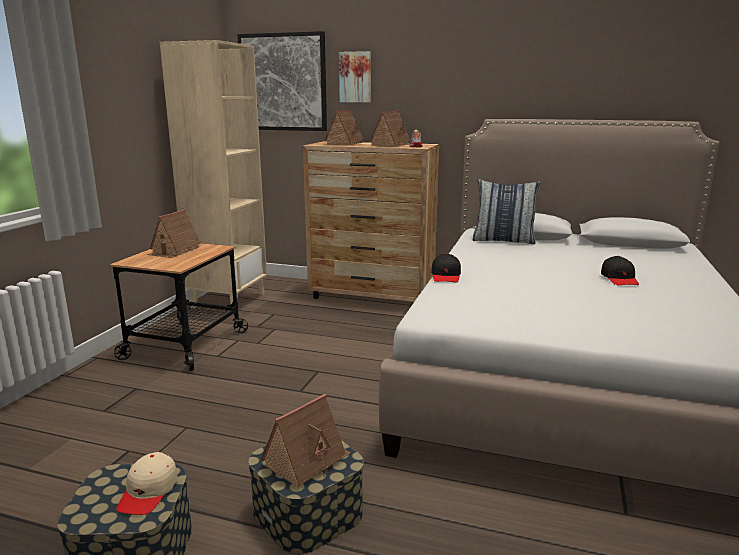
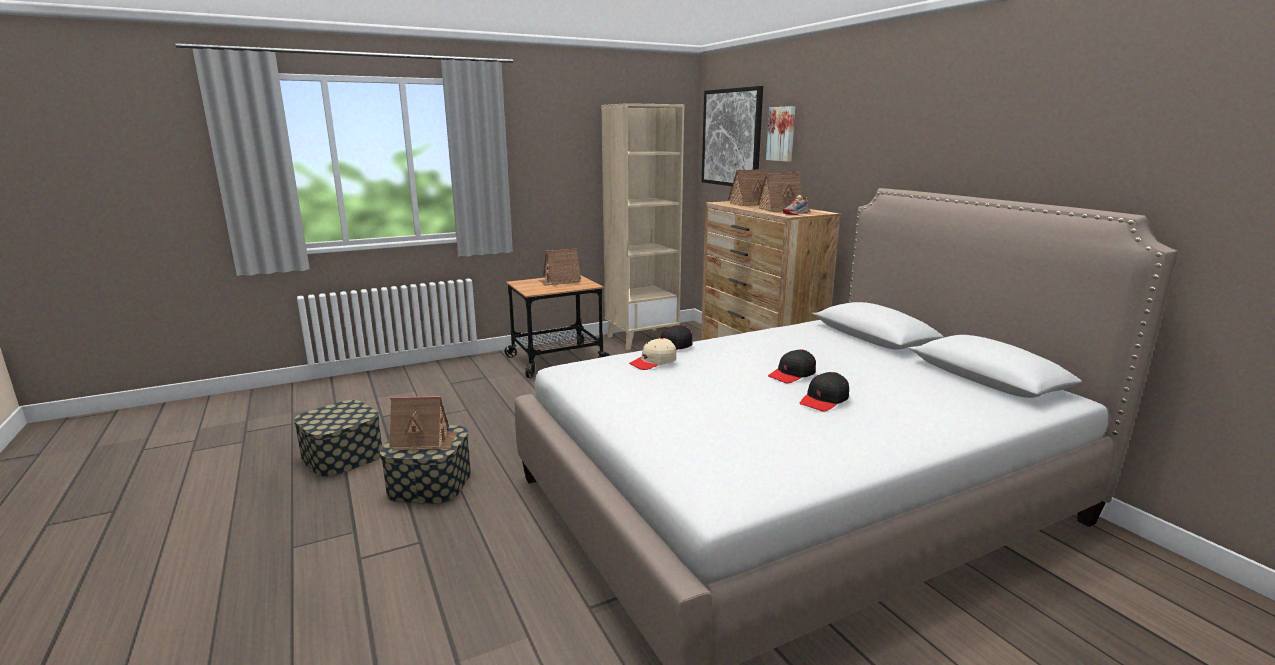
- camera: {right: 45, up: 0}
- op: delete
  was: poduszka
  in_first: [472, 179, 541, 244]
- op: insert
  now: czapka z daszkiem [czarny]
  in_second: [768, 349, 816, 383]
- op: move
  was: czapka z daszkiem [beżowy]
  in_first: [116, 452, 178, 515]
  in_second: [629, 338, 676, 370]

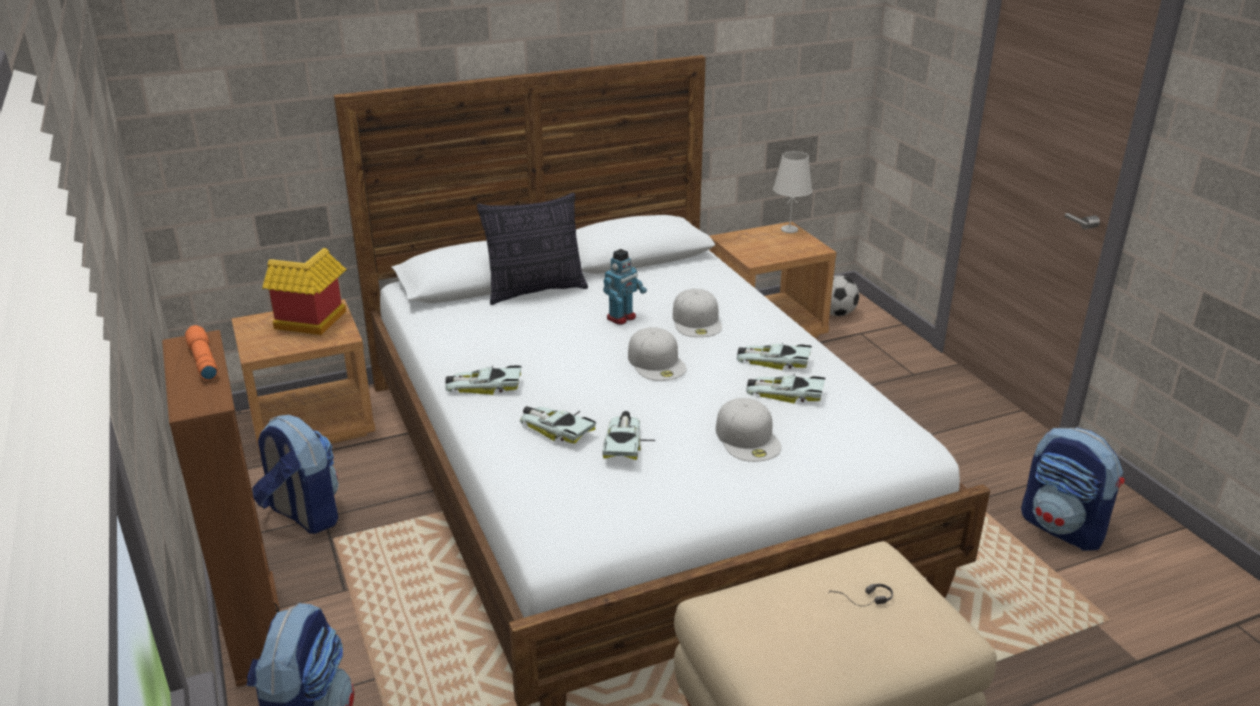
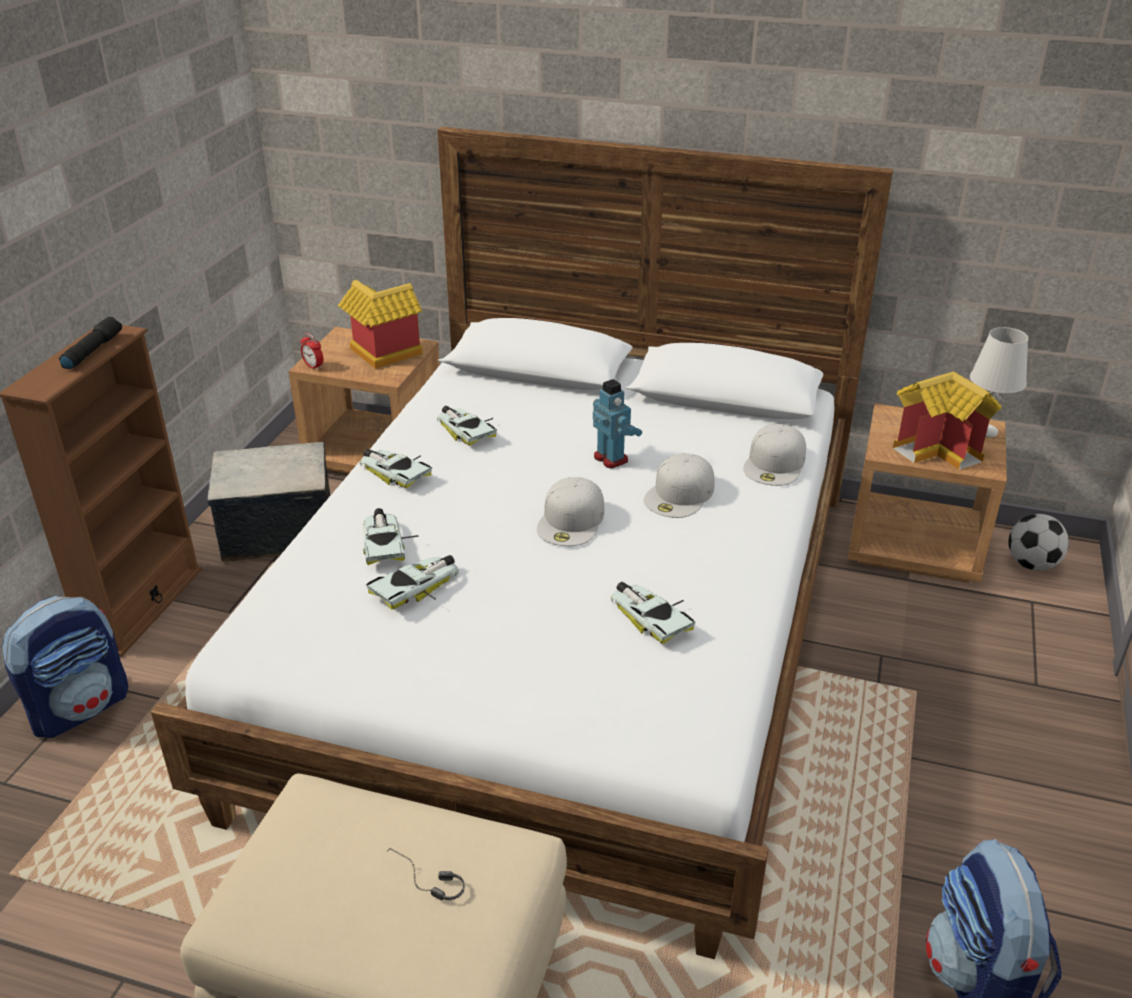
- camera: {right: 40, up: 5}
- op: delete
  was: poduszka
  in_first: [477, 193, 588, 305]
- op: insert
  now: budzik
  in_second: [300, 333, 323, 370]
- op: insert
  now: domek
  in_second: [893, 371, 1001, 470]
- op: move
  was: czapka z daszkiem [biały]
  in_first: [716, 398, 781, 462]
  in_second: [743, 424, 806, 486]
- op: move
  was: samochodzik
  in_first: [737, 343, 812, 370]
  in_second: [437, 406, 497, 446]
- op: replace
  was: plecak
  now: pojemnik do przechowywania
  in_first: [252, 415, 338, 534]
  in_second: [207, 442, 331, 562]
- op: recolor
  was: latarka [pomarańczowy]
  now: latarka [czarny]
  in_first: [185, 325, 218, 380]
  in_second: [59, 317, 122, 369]
- op: rotate
  was: robot zabawkowy
  in_first: [603, 249, 647, 325]
  in_second: [593, 379, 642, 469]
  clockwise: -120

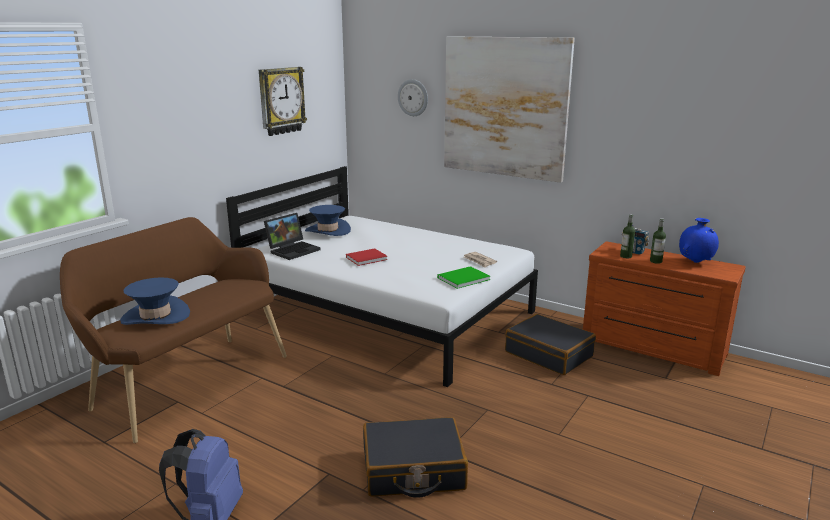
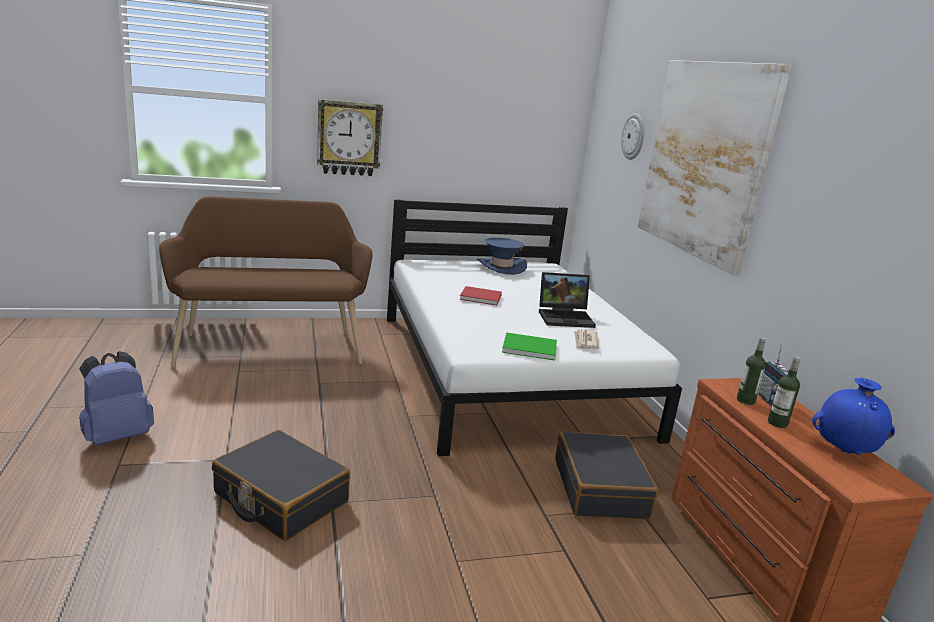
- camera: {right: 40, up: 0}
- op: delete
  was: kapelusz [niebieski]
  in_first: [120, 277, 190, 325]
- op: move
  was: zegar ścienny
  in_first: [259, 67, 307, 136]
  in_second: [317, 99, 383, 176]
- op: move
  was: laptop
  in_first: [264, 213, 321, 260]
  in_second: [539, 272, 596, 328]

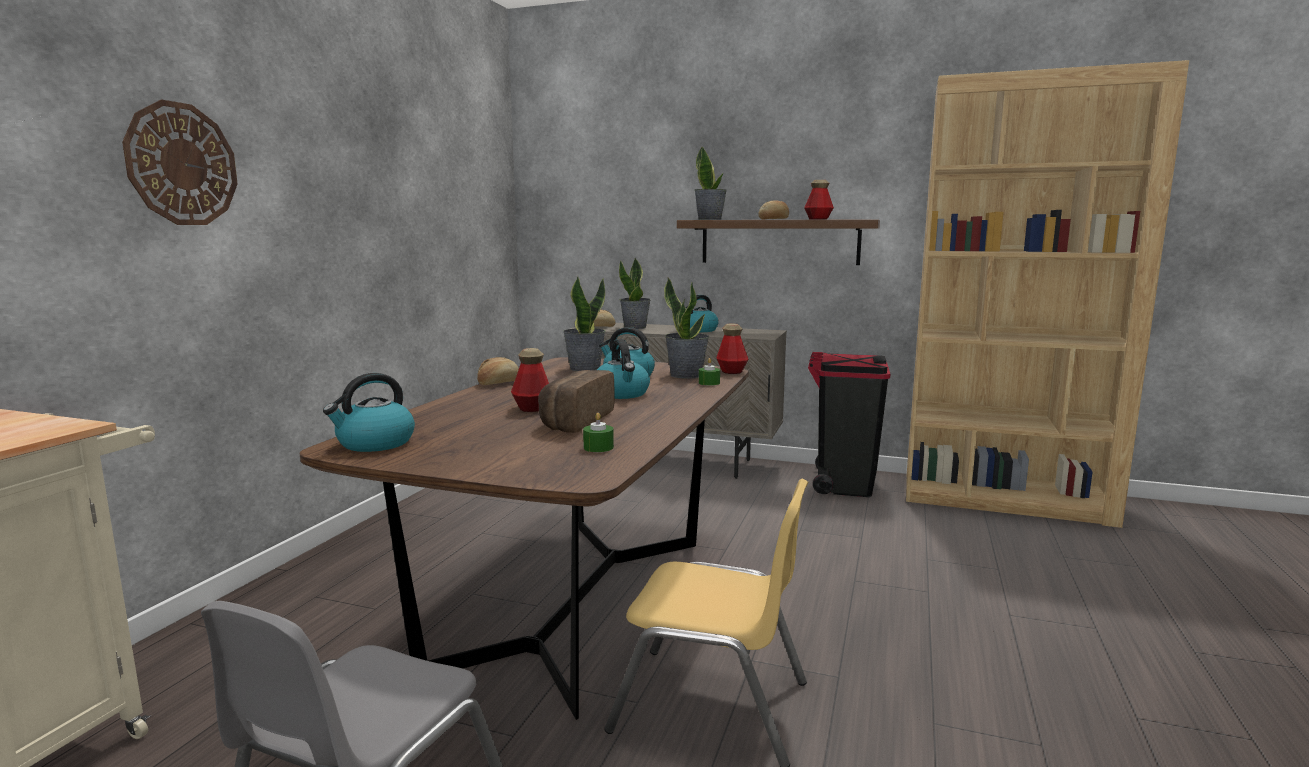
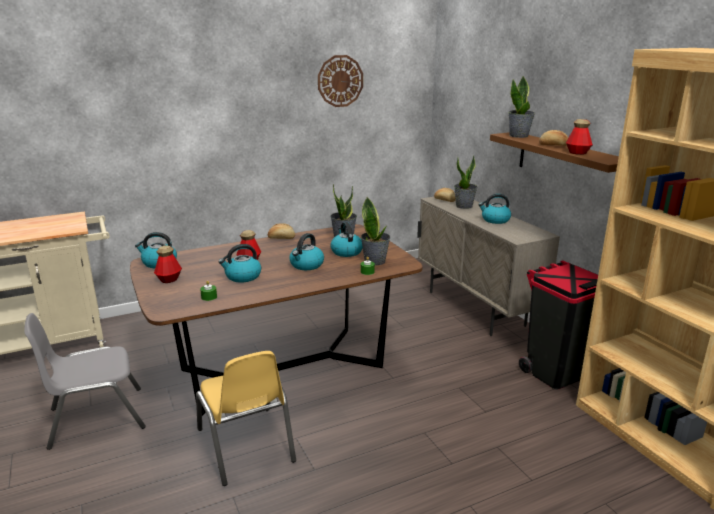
- camera: {right: 45, up: 10}
- op: move
  was: zegar ścienny
  in_first: [122, 100, 238, 225]
  in_second: [318, 55, 363, 107]
- op: move
  was: butelka
  in_first: [716, 323, 748, 374]
  in_second: [154, 246, 182, 283]
- op: replace
  was: chleb
  now: czajnik
  in_first: [538, 370, 615, 433]
  in_second: [218, 244, 261, 283]

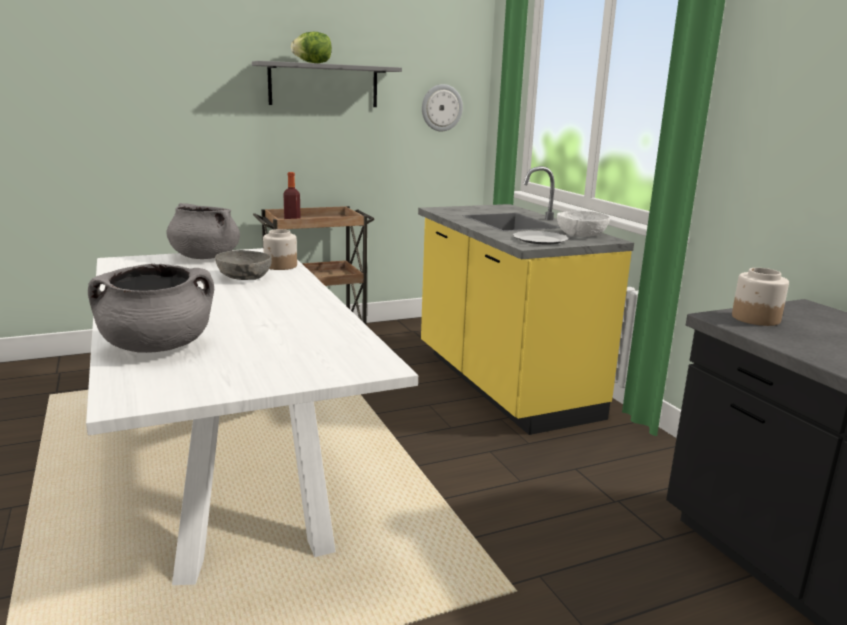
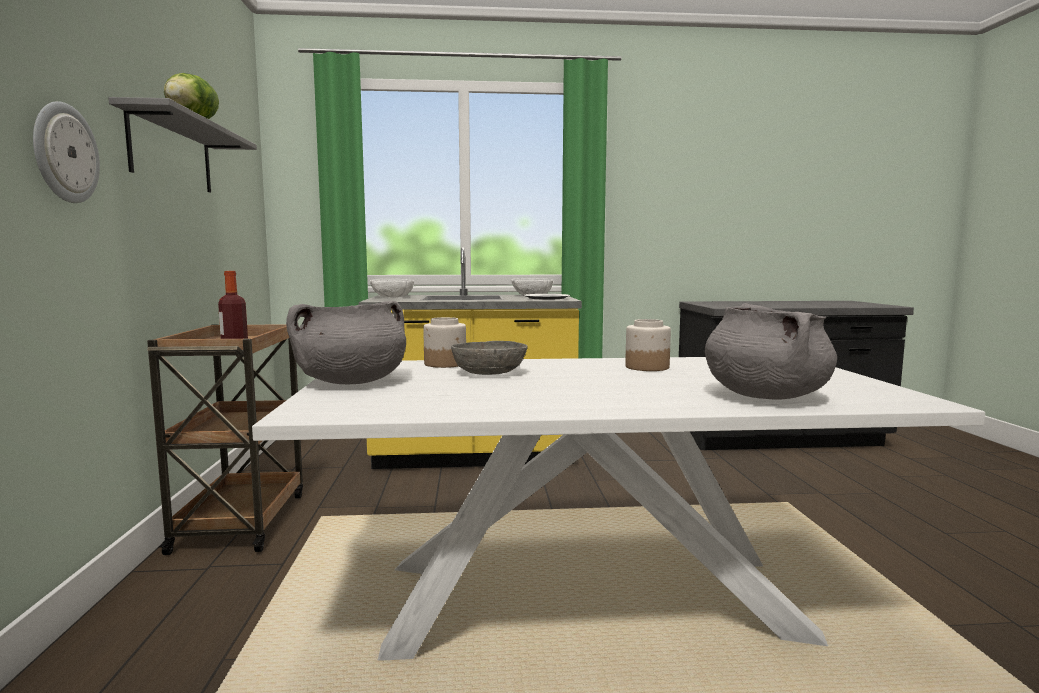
- camera: {right: -70, up: -10}
- op: insert
  now: miska [biały]
  in_second: [370, 279, 414, 297]
- op: move
  was: zegar ścienny
  in_first: [422, 84, 463, 131]
  in_second: [33, 101, 100, 203]
- op: move
  was: słoik
  in_first: [732, 268, 789, 326]
  in_second: [625, 319, 671, 371]

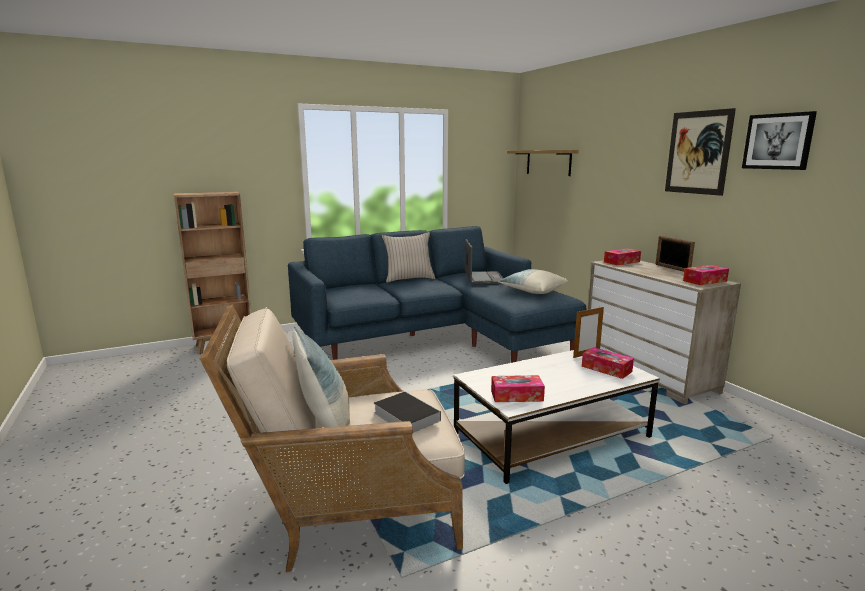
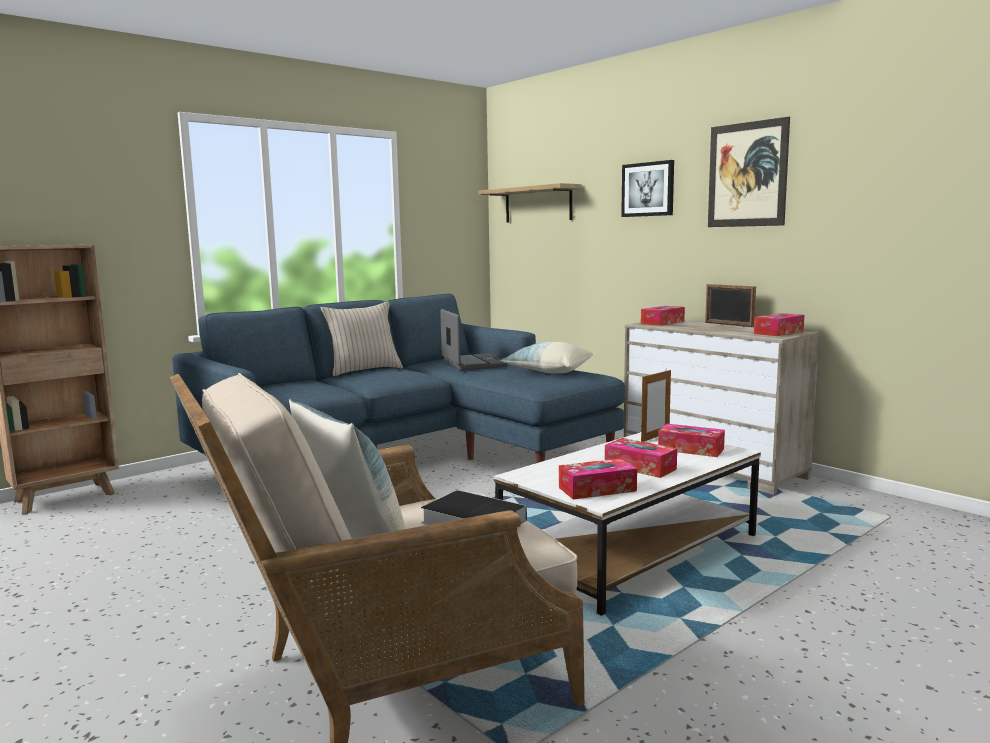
- camera: {right: -15, up: -5}
- op: insert
  now: pudełko chusteczek
  in_second: [605, 438, 677, 478]
- op: move
  was: obraz
  in_first: [742, 111, 817, 170]
  in_second: [621, 160, 674, 217]

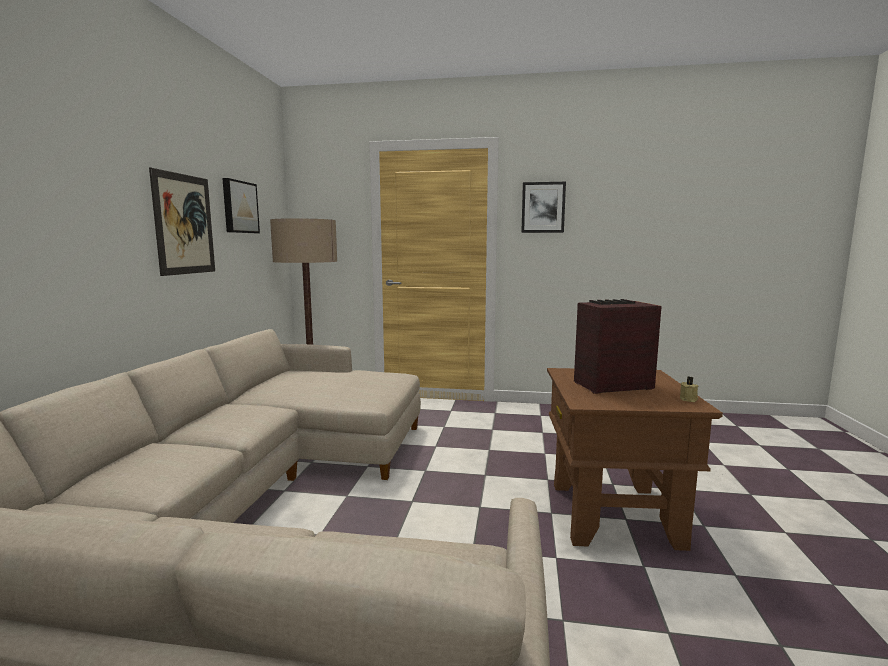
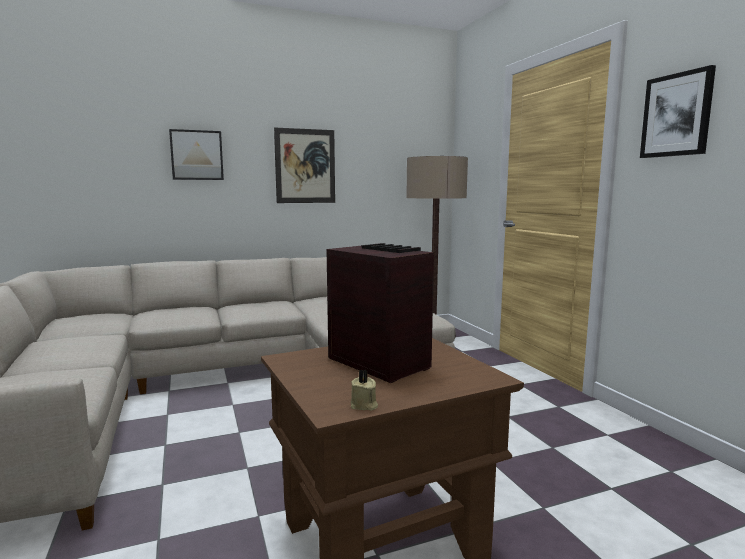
- camera: {right: 60, up: 0}
- op: move
  was: obraz
  in_first: [222, 178, 260, 233]
  in_second: [169, 129, 224, 180]

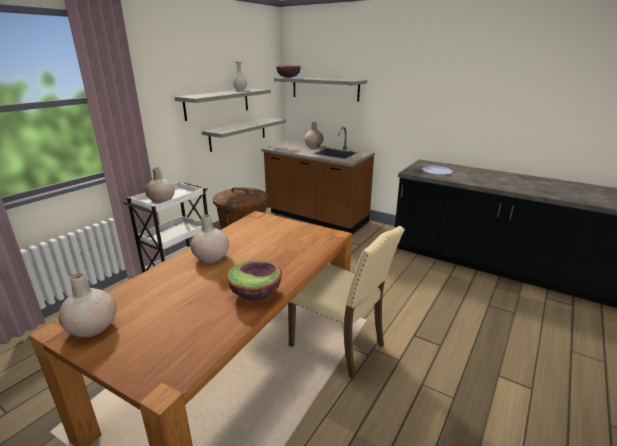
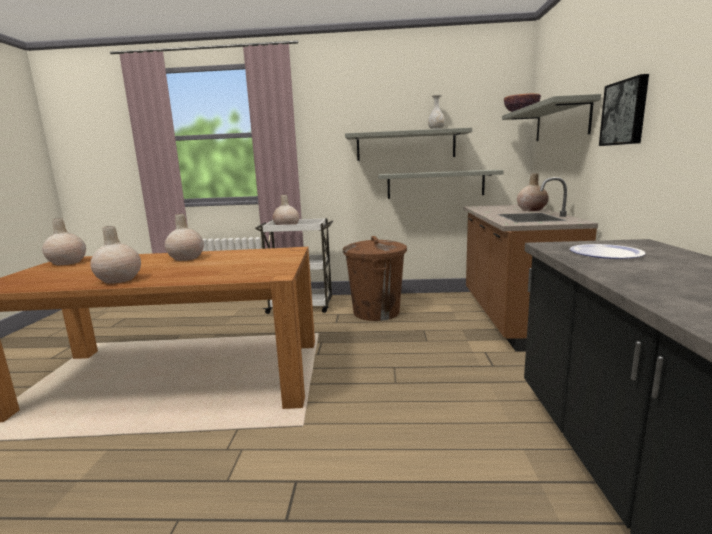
- camera: {right: 60, up: -10}
- op: delete
  was: krzesło [beżowy]
  in_first: [288, 226, 405, 379]
- op: insert
  now: obraz
  in_second: [599, 74, 649, 146]
- op: replace
  was: miska
  now: wazon [beżowy]
  in_first: [227, 260, 282, 300]
  in_second: [90, 226, 141, 284]

